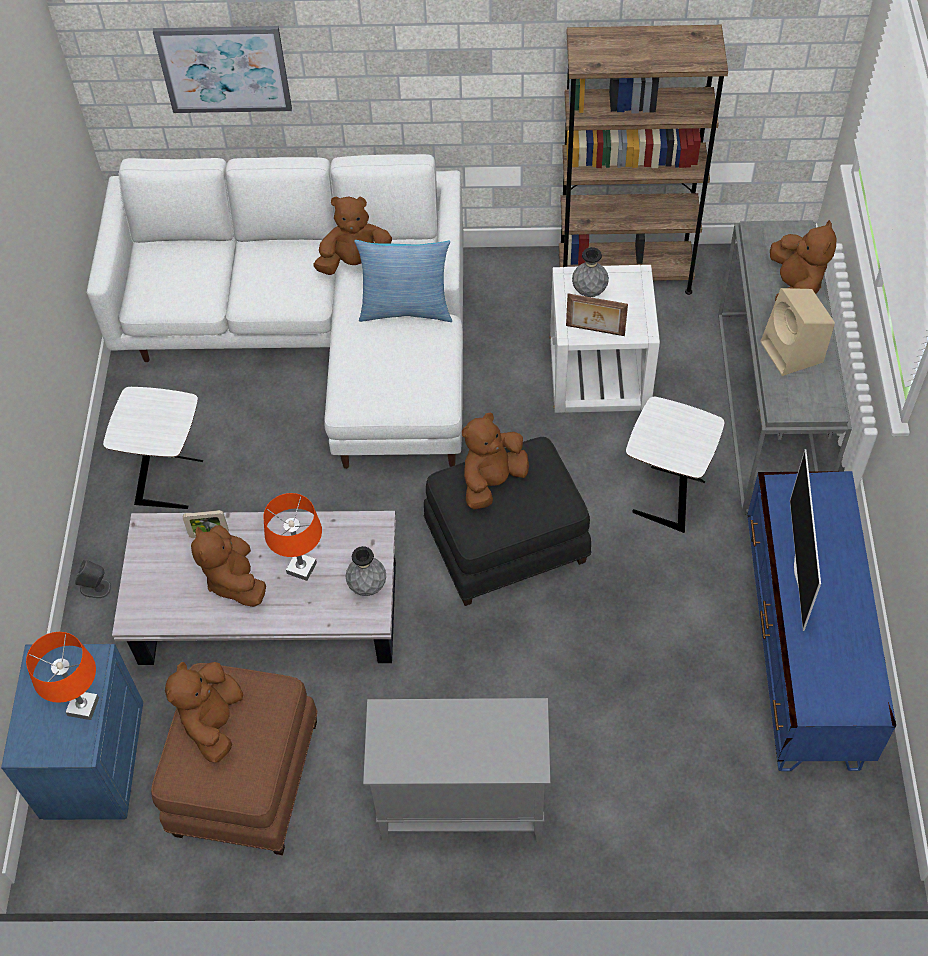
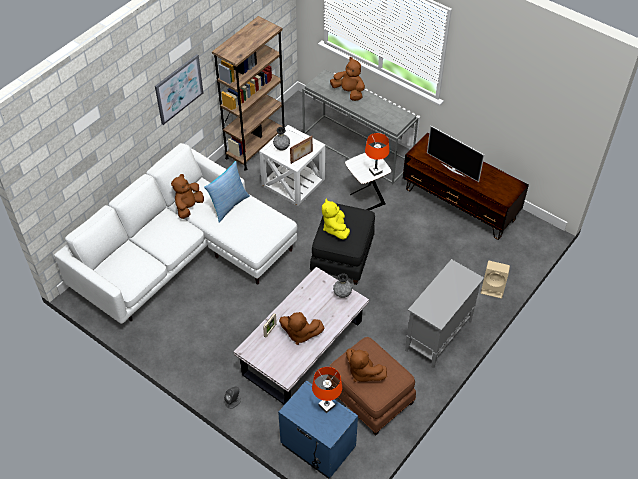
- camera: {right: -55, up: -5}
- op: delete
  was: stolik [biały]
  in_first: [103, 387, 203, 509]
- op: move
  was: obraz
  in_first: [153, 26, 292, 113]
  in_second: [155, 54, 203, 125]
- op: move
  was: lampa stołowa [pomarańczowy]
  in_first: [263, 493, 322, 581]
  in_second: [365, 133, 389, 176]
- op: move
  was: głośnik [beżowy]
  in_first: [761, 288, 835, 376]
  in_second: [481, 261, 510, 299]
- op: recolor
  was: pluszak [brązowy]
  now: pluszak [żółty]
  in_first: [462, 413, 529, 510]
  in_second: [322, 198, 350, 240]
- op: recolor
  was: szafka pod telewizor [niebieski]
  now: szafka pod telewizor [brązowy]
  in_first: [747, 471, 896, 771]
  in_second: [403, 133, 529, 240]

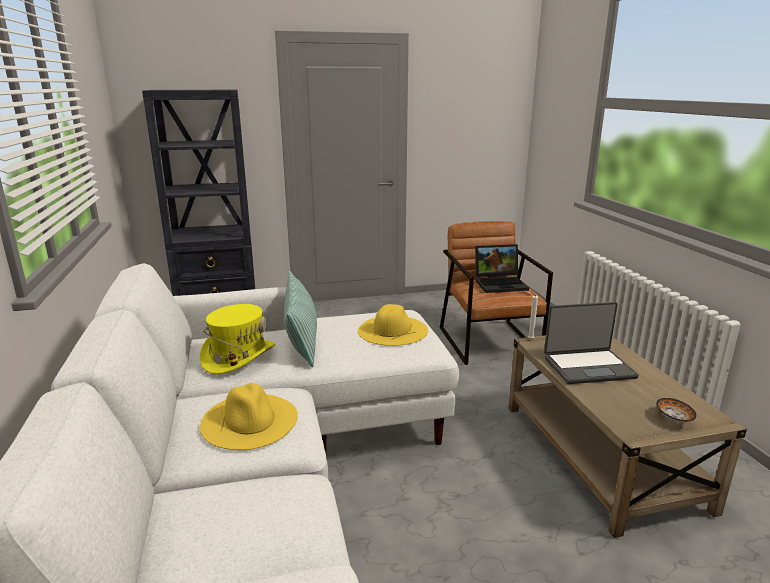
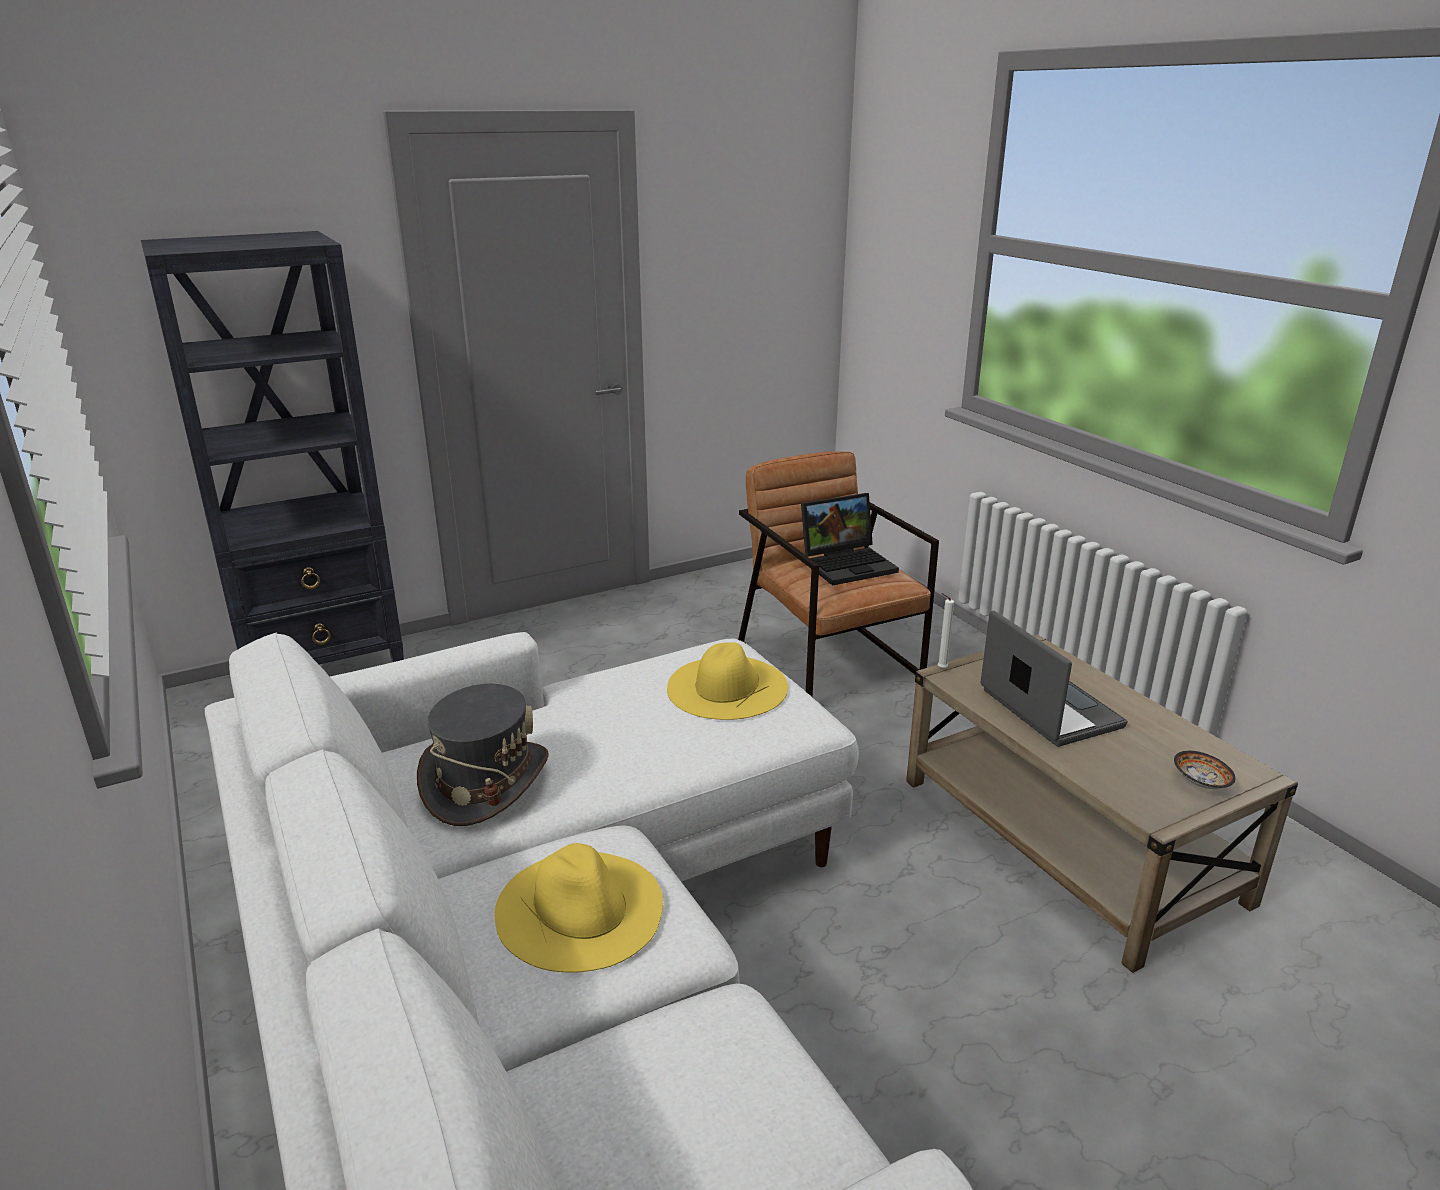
- camera: {right: -15, up: 5}
- op: delete
  was: poduszka
  in_first: [284, 270, 317, 367]
- op: recolor
  was: kapelusz [żółty]
  now: kapelusz [szary]
  in_first: [200, 304, 275, 374]
  in_second: [417, 683, 549, 826]
- op: rotate
  was: laptop
  in_first: [544, 302, 639, 384]
  in_second: [980, 611, 1127, 747]
  clockwise: -90

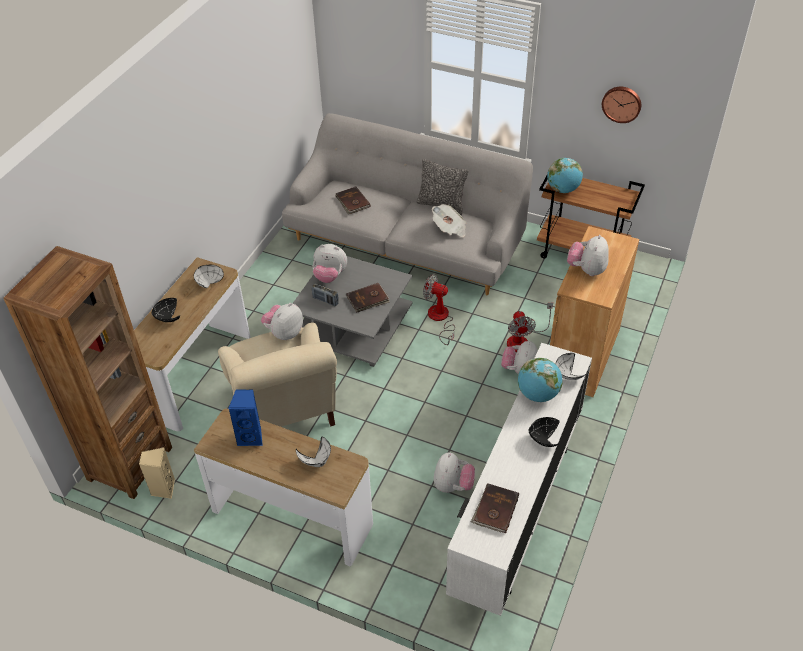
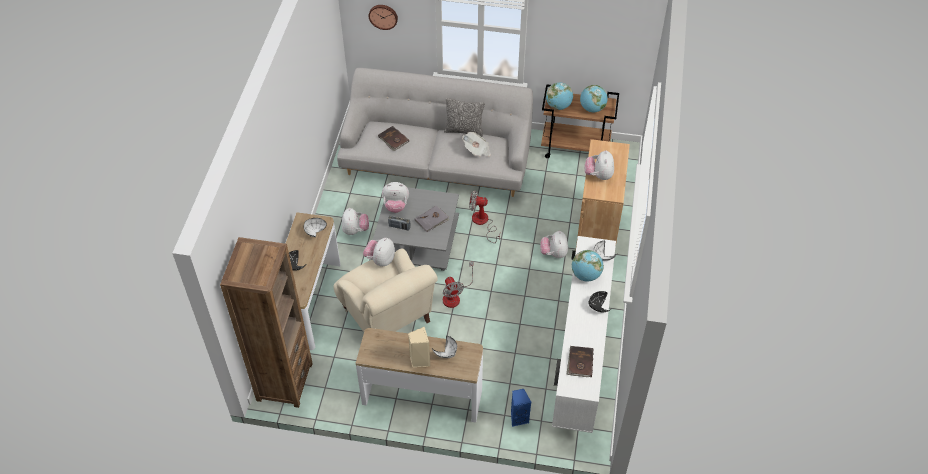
- camera: {right: -15, up: 5}
- op: insert
  now: globus
  in_second: [580, 85, 608, 112]
- op: move
  was: głośnik [beżowy]
  in_first: [139, 448, 175, 499]
  in_second: [408, 327, 430, 367]
- op: move
  was: głośnik [niebieski]
  in_first: [228, 389, 263, 446]
  in_second: [511, 389, 531, 427]
- op: move
  was: pluszak
  in_first: [434, 452, 475, 493]
  in_second: [342, 208, 369, 235]
- op: move
  was: wentylator
  in_first: [507, 302, 553, 352]
  in_second: [443, 261, 474, 308]
- op: move
  was: zegar ścienny
  in_first: [602, 87, 641, 123]
  in_second: [369, 5, 398, 30]
- op: recolor
  was: książka [brązowy]
  now: książka [szary]
  in_first: [346, 283, 390, 313]
  in_second: [414, 206, 450, 233]

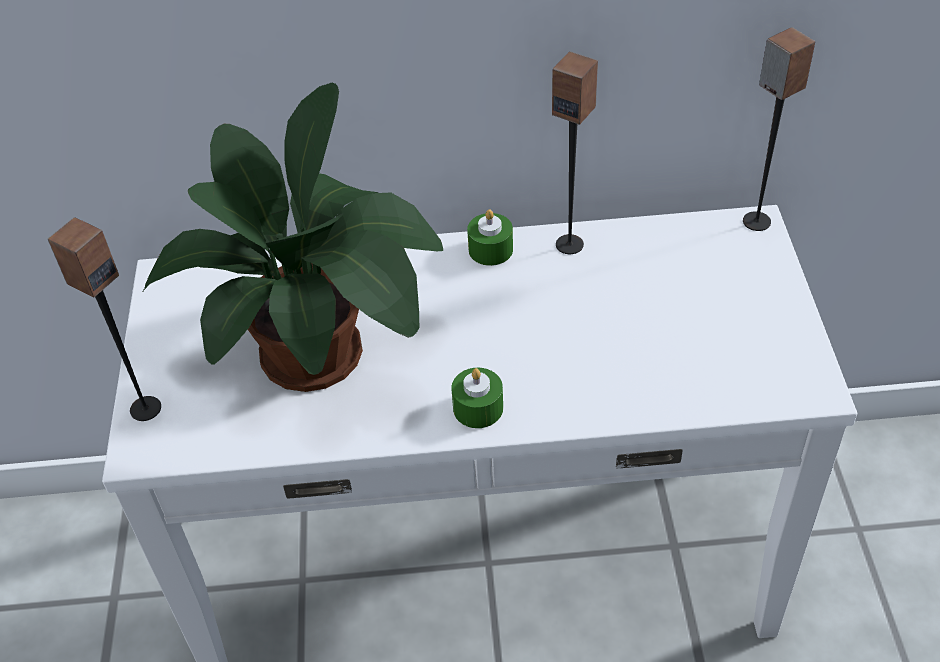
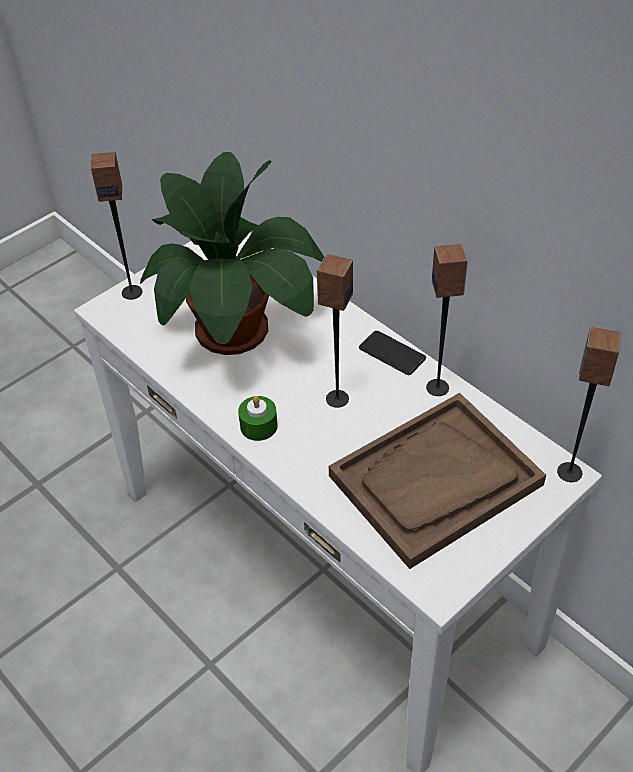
- camera: {right: 50, up: 0}
- op: insert
  now: głośnik
  in_second: [317, 254, 353, 408]
- op: insert
  now: taca [brązowy]
  in_second: [329, 393, 546, 569]
- op: replace
  was: świeca [zielony]
  now: telefon
  in_first: [467, 209, 513, 266]
  in_second: [359, 331, 426, 375]

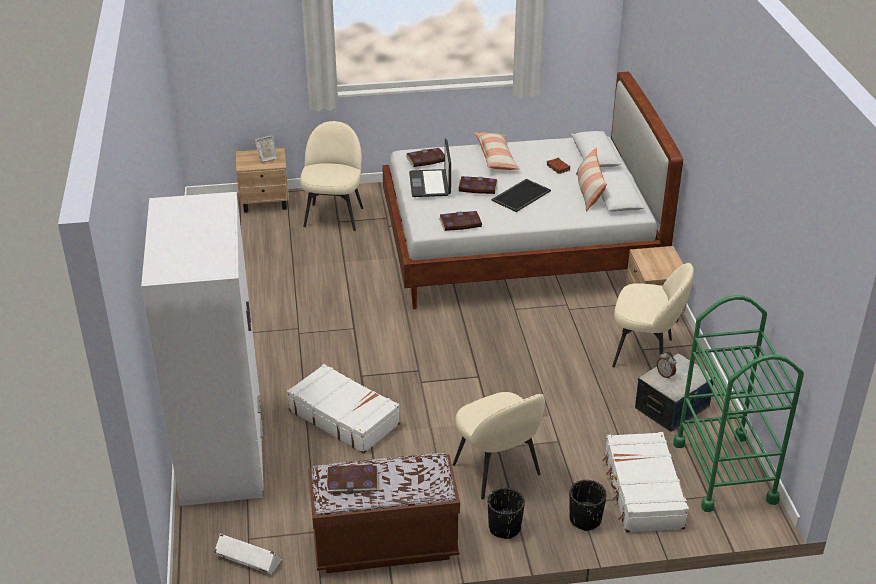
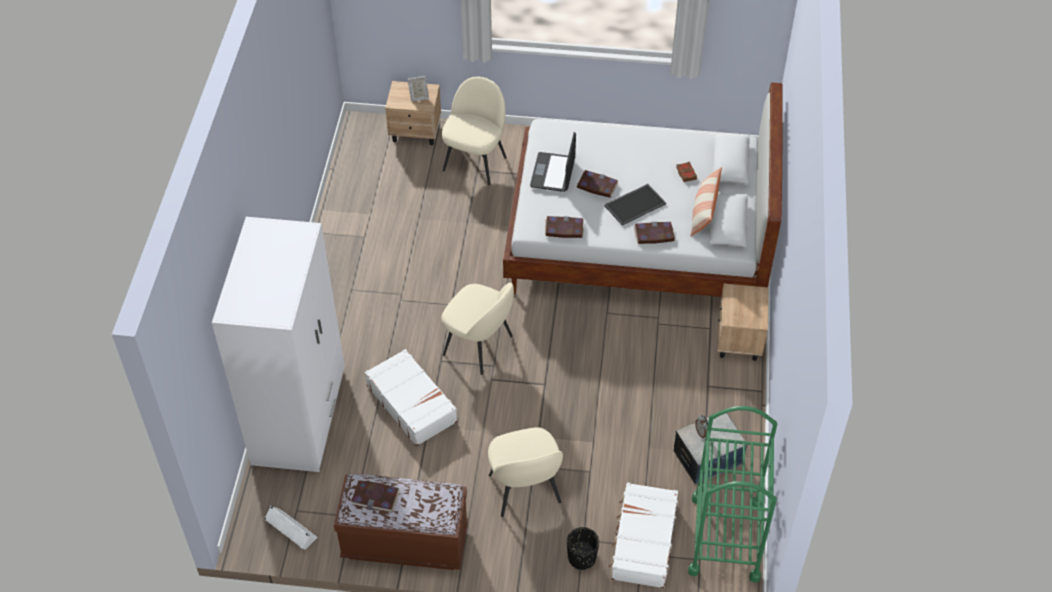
- camera: {right: 15, up: 15}
- op: delete
  was: poduszka
  in_first: [474, 133, 520, 170]
- op: delete
  was: donica [czarny]
  in_first: [488, 488, 525, 539]
- op: move
  was: książka
  in_first: [406, 148, 445, 167]
  in_second: [634, 222, 675, 244]
- op: move
  was: krzesło [beżowy]
  in_first: [612, 263, 694, 367]
  in_second: [441, 283, 514, 375]

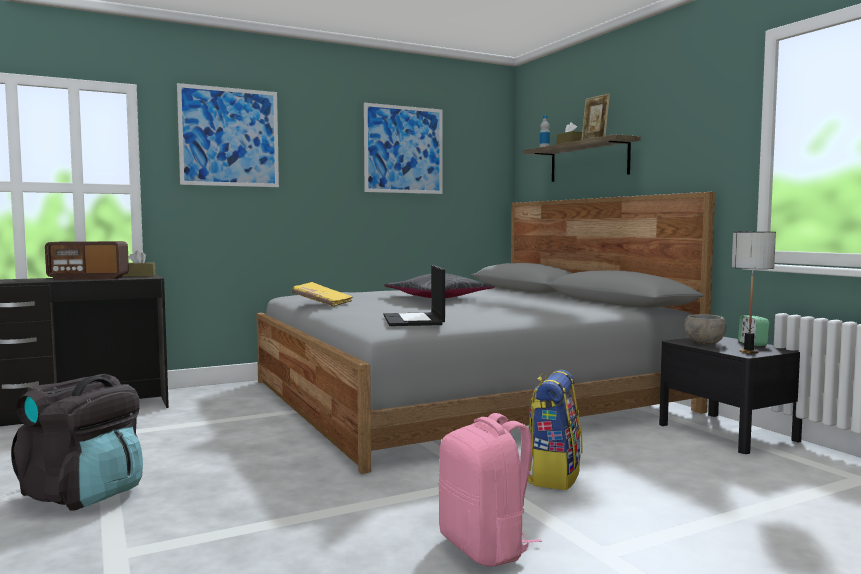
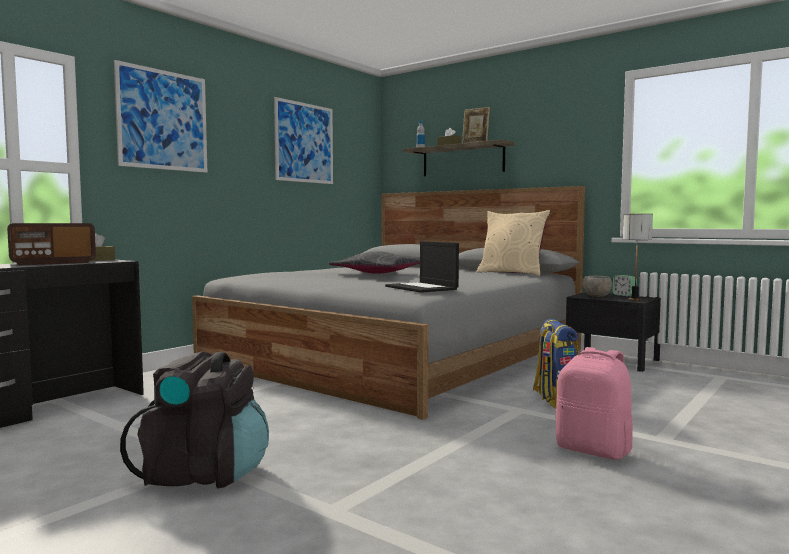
- camera: {right: -25, up: 0}
- op: delete
  was: książka [żółty]
  in_first: [292, 282, 353, 307]
- op: insert
  now: poduszka [beżowy]
  in_second: [477, 210, 550, 276]

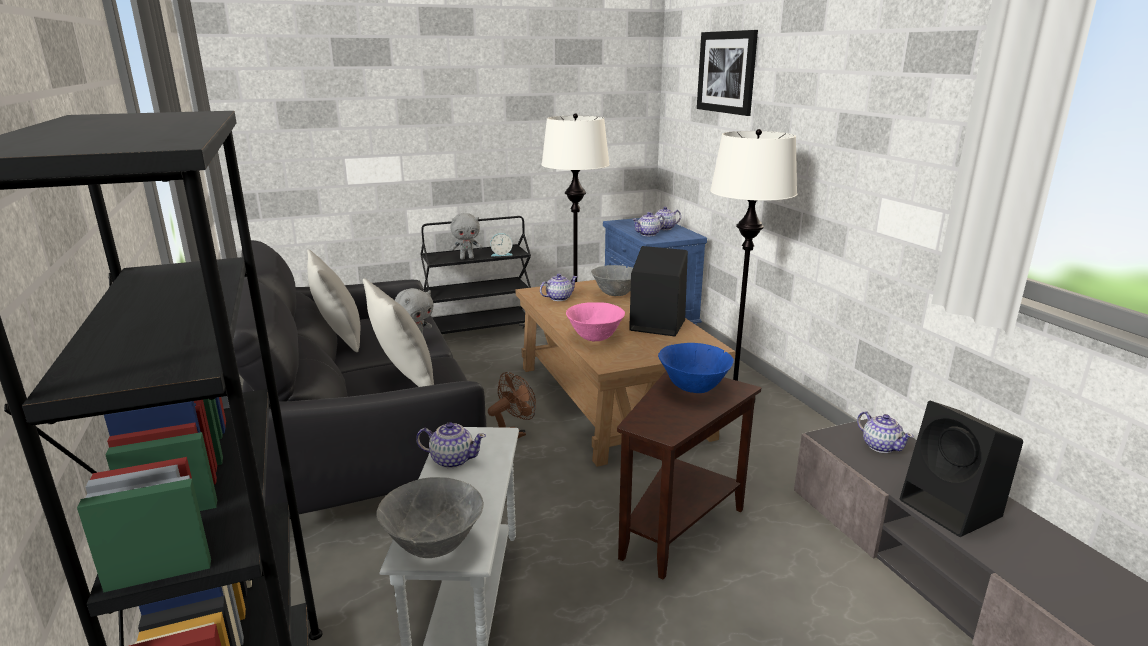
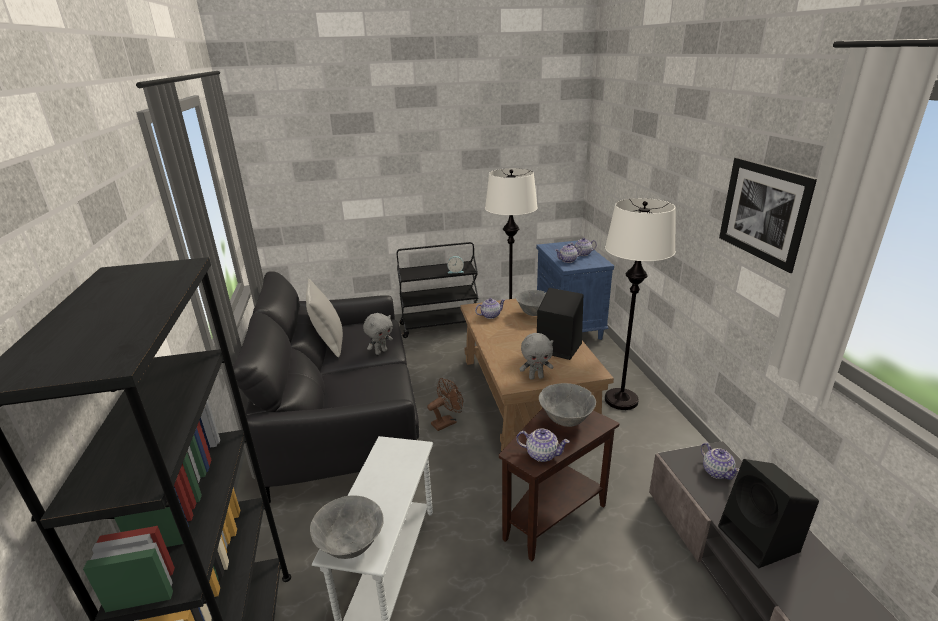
- camera: {right: 10, up: 5}
- op: delete
  was: poduszka [szary]
  in_first: [363, 278, 434, 387]
- op: delete
  was: miska [różowy]
  in_first: [566, 302, 625, 341]
- op: move
  was: imbryk
  in_first: [416, 422, 486, 468]
  in_second: [516, 428, 570, 462]
- op: move
  was: pluszak [szary]
  in_first: [450, 213, 482, 259]
  in_second: [520, 333, 553, 380]
- op: move
  was: obraz
  in_first: [697, 30, 758, 116]
  in_second: [719, 157, 817, 273]
- op: recolor
  was: miska [niebieski]
  now: miska [szary]
  in_first: [658, 343, 734, 393]
  in_second: [539, 383, 596, 427]

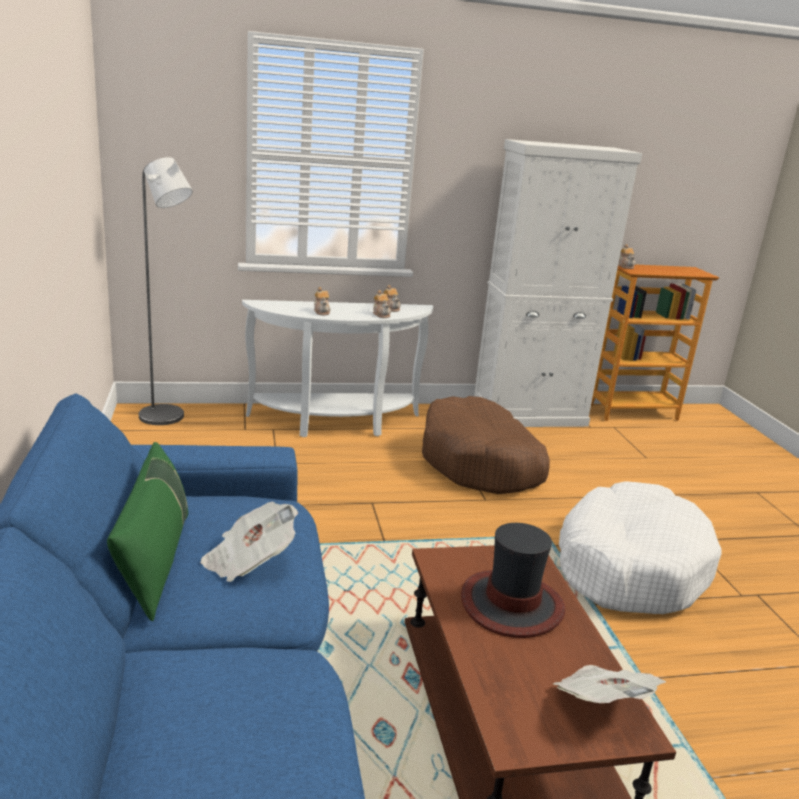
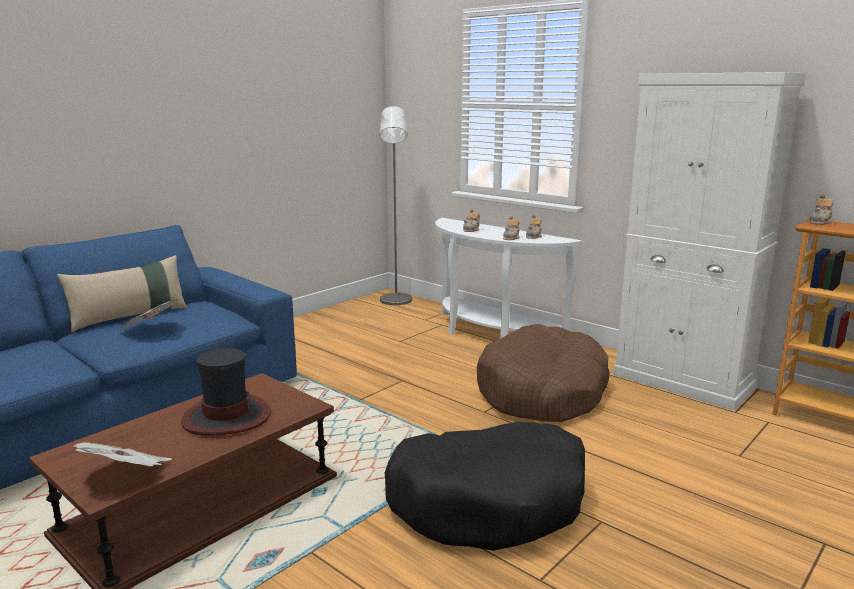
- camera: {right: 55, up: -5}
- op: recolor
  was: poduszka [zielony]
  now: poduszka [beżowy]
  in_first: [107, 442, 188, 621]
  in_second: [57, 255, 188, 332]
- op: recolor
  was: legowisko [biały]
  now: legowisko [czarny]
  in_first: [559, 481, 722, 614]
  in_second: [385, 422, 585, 551]

